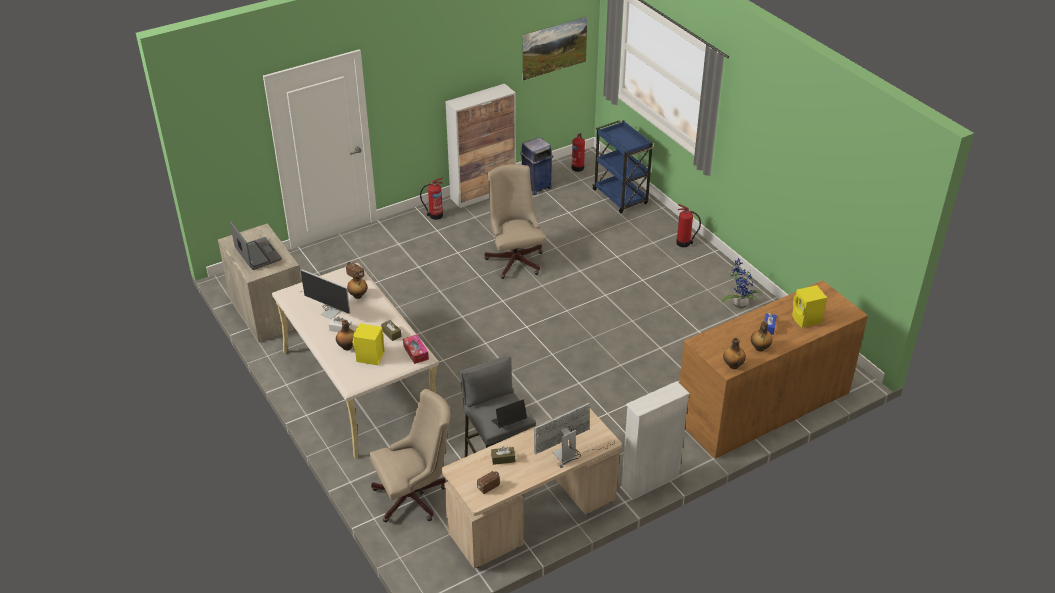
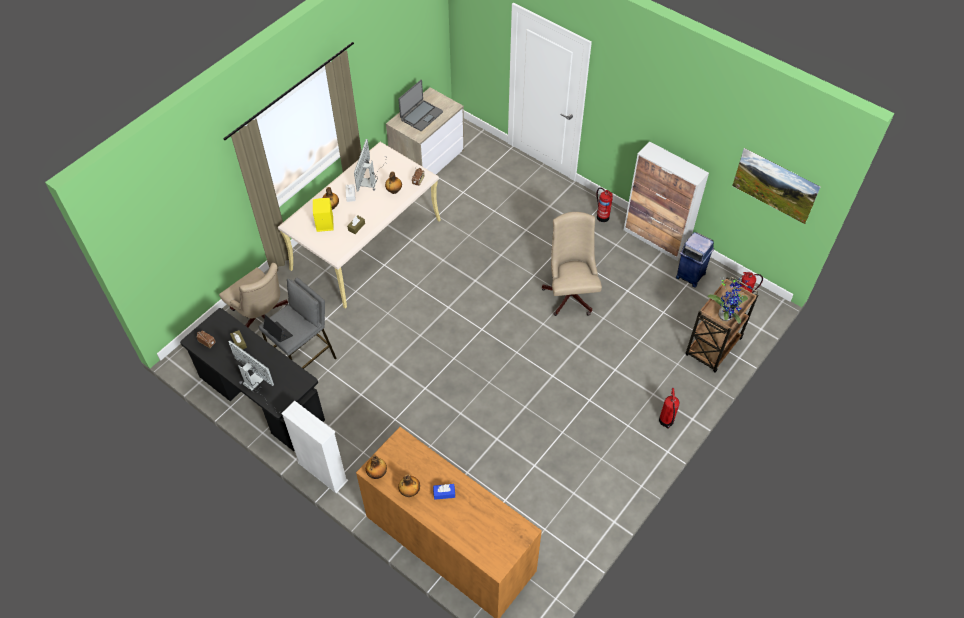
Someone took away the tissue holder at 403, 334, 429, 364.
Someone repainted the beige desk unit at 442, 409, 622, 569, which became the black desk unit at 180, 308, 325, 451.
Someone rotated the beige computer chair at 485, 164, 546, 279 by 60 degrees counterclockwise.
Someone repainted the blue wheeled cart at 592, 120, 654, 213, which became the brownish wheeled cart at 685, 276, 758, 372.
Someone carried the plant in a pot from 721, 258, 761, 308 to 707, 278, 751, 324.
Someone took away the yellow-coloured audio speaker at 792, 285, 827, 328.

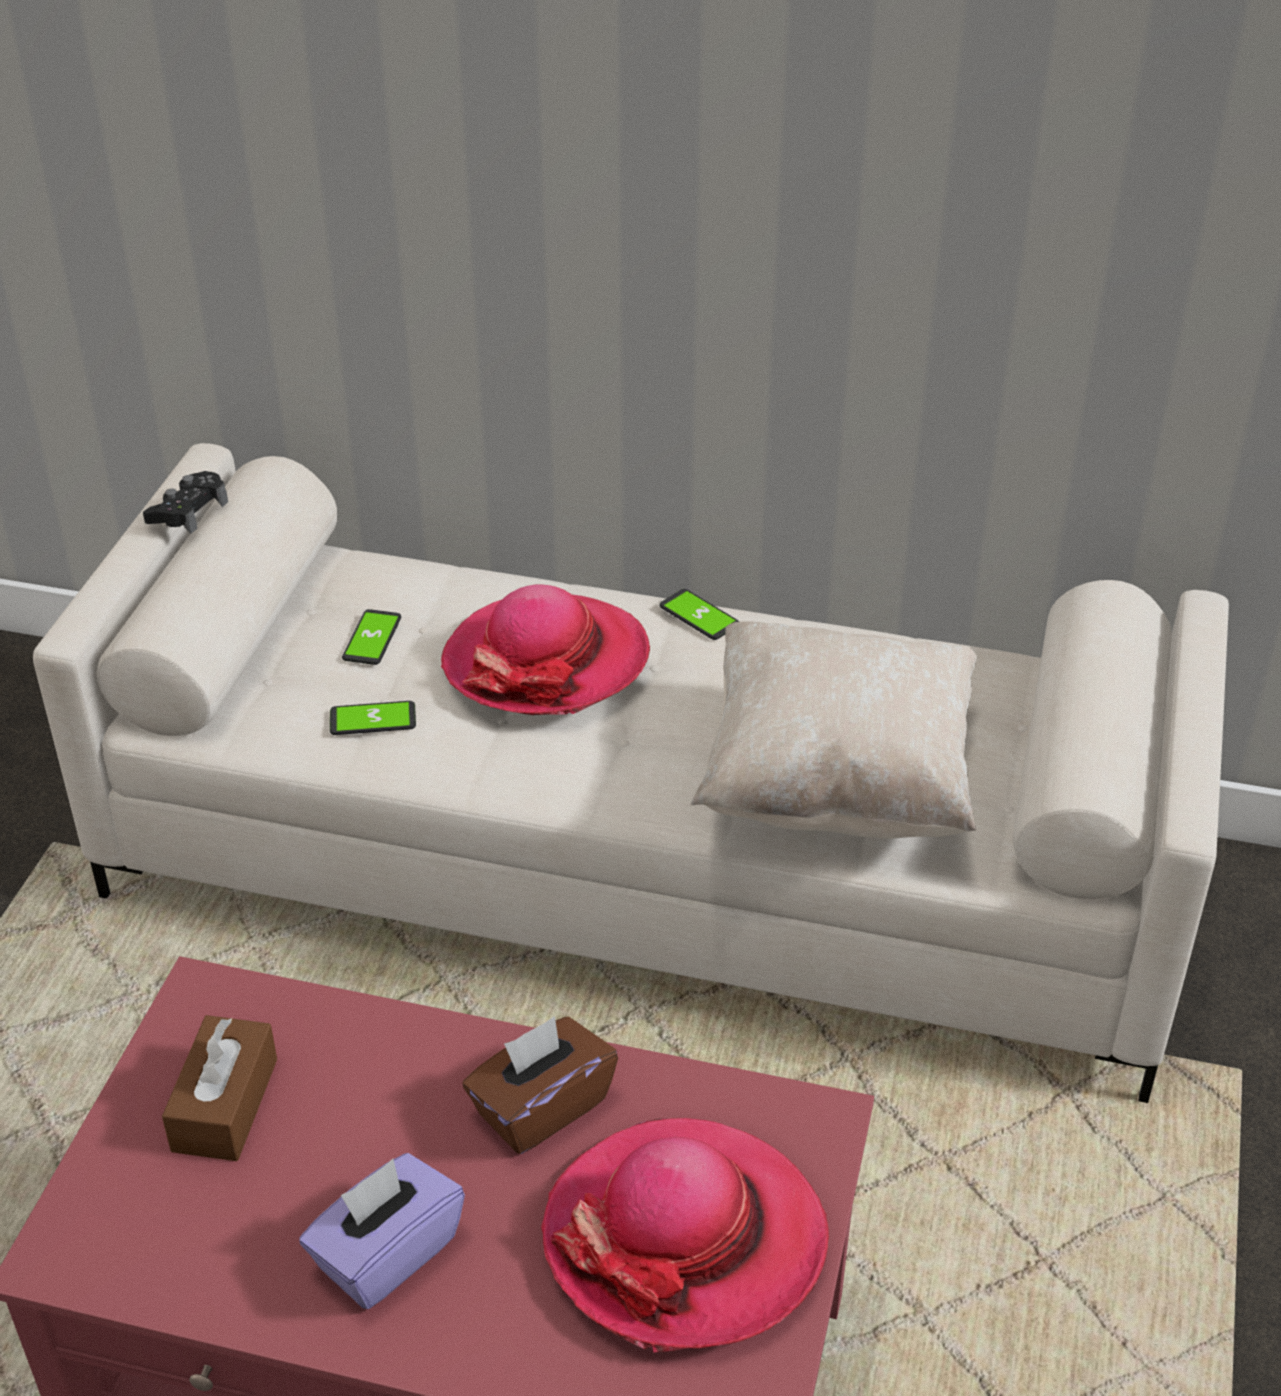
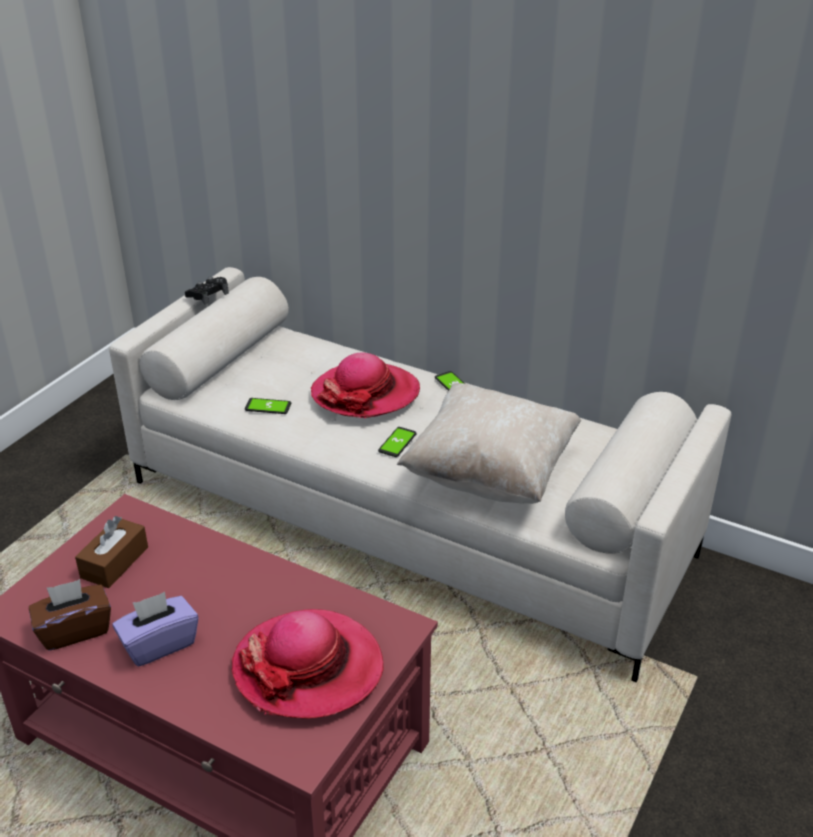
Someone carried the telephone from 342, 609, 401, 665 to 378, 427, 417, 457.
Someone carried the brownish tissue holder from 462, 1016, 618, 1154 to 29, 579, 111, 651.

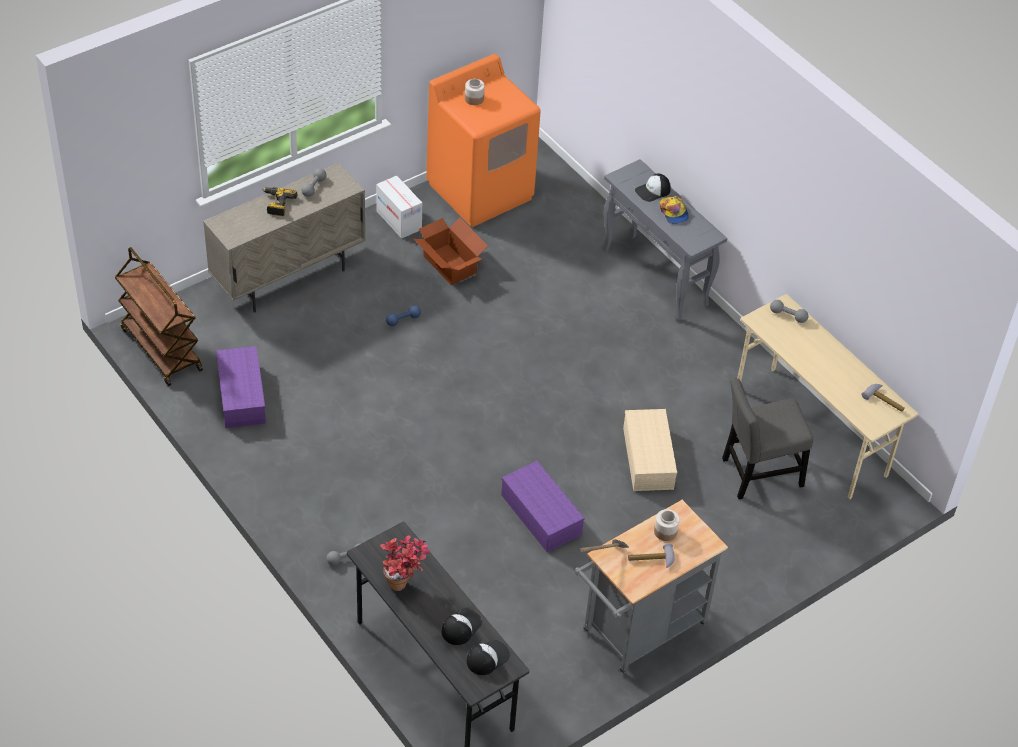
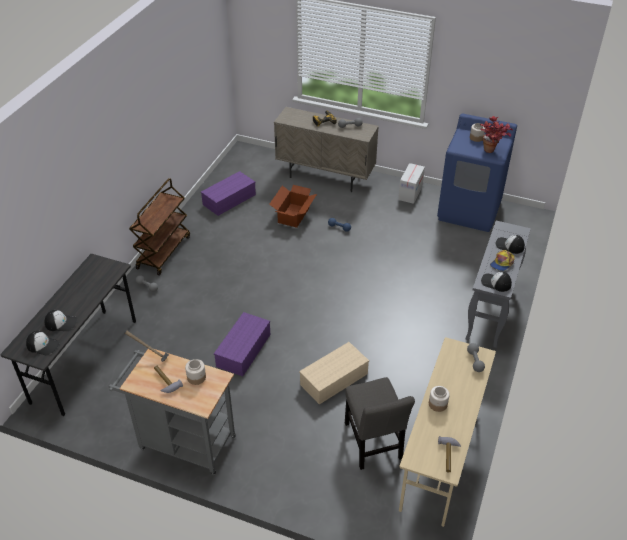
Someone carried the brownish wheeled cart from 115, 247, 203, 386 to 129, 178, 190, 275.
Someone carried the plant in a pot from 380, 536, 429, 591 to 480, 116, 513, 153.
Someone carried the cardboard box from 413, 218, 488, 285 to 269, 185, 317, 228.
Someone repainted the orange-coloured washing machine at 426, 54, 541, 227, which became the blue washing machine at 437, 114, 517, 232.
Someone rotated the grey plain chair at 722, 378, 813, 499 by 150 degrees counterclockwise.
Someone put down the jar at 429, 386, 450, 412.
Someone put down the baseball cap at 481, 272, 512, 292.

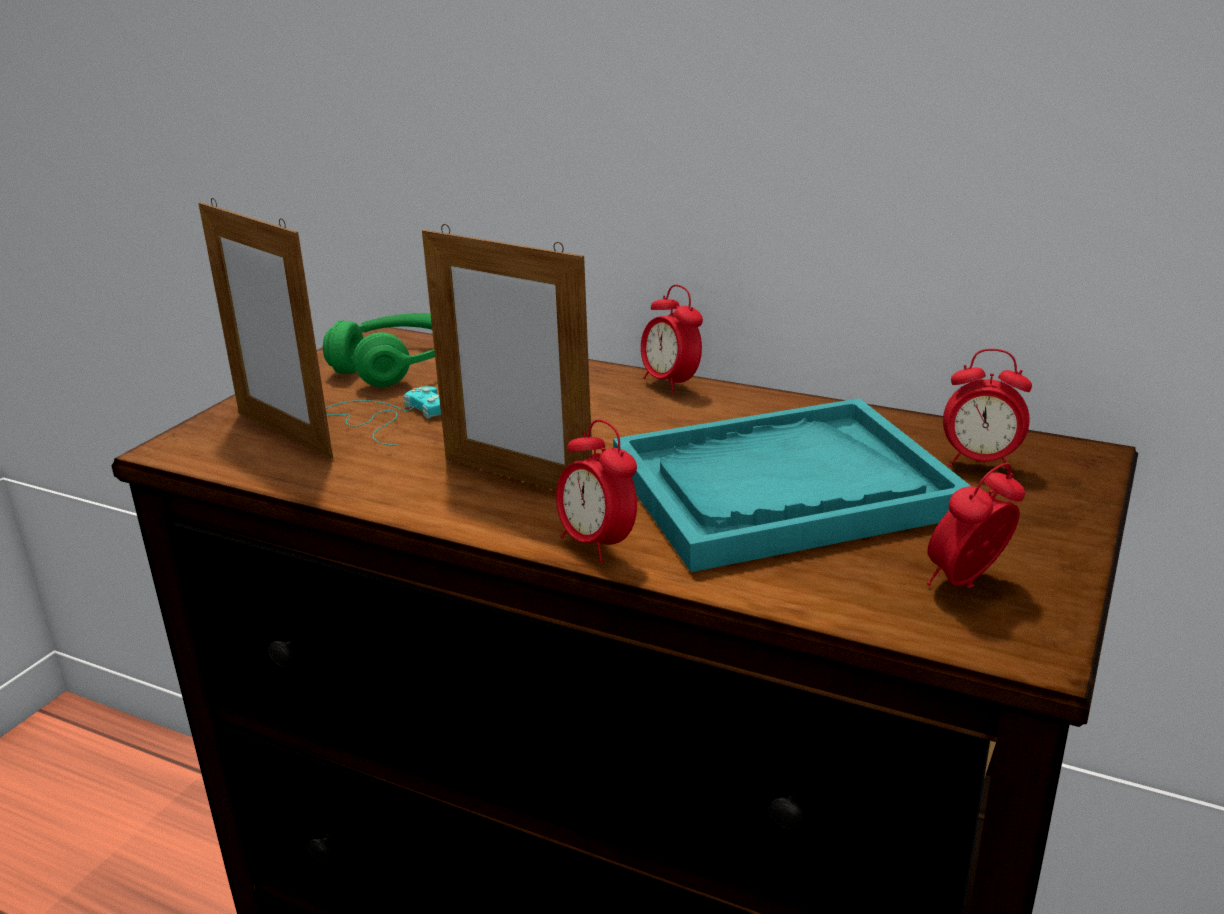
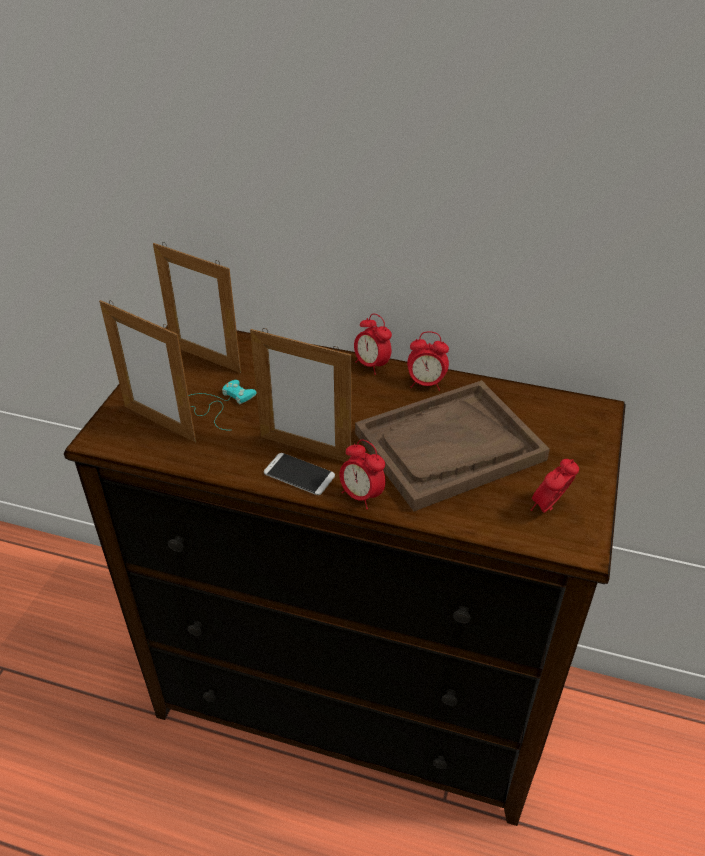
Someone swapped the greenish pair of headphones at 323, 313, 435, 387 for the photo frame at 153, 242, 241, 373.
Someone repainted the blue-green tray at 613, 398, 972, 572, which became the brownish tray at 355, 380, 550, 511.
Someone carried the alarm clock from 943, 349, 1032, 473 to 407, 332, 449, 391.
Someone put down the telephone at 264, 453, 335, 495.

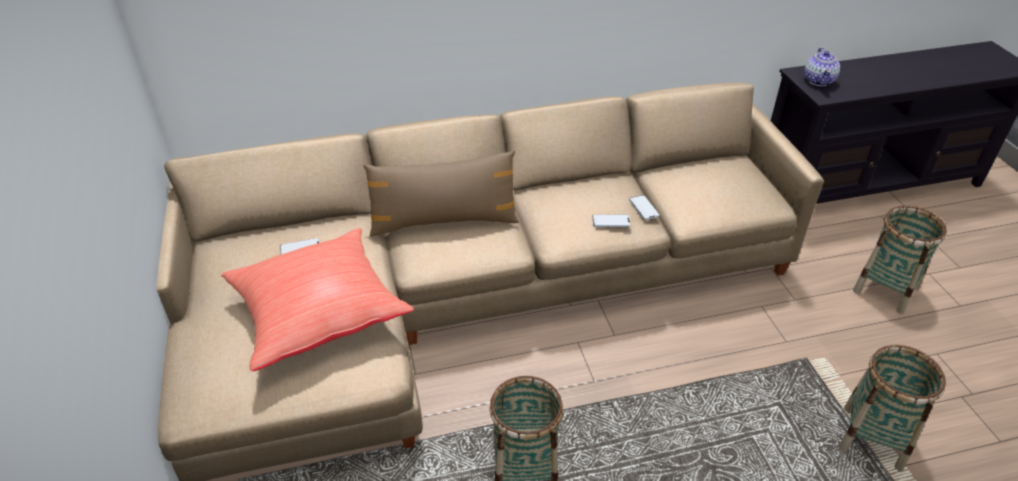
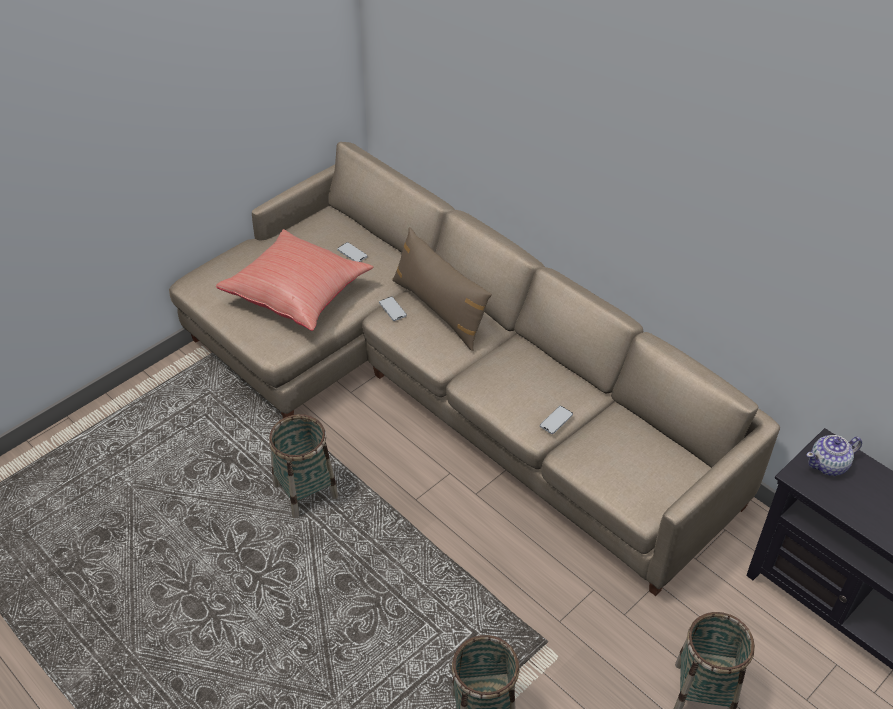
Someone carried the telephone from 592, 214, 630, 227 to 379, 296, 407, 321.

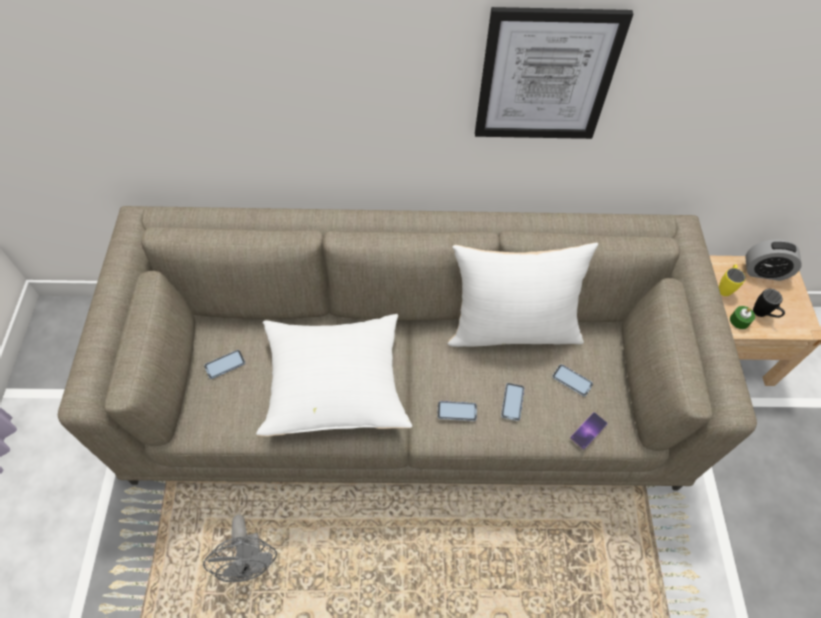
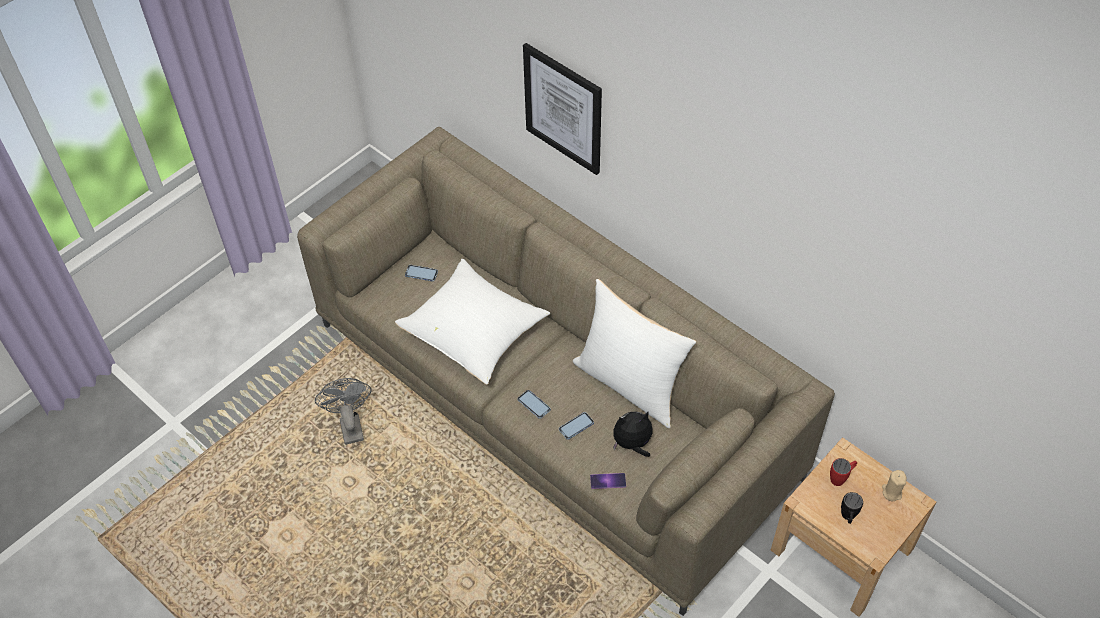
Someone rotated the grey fan at 203, 515, 277, 582 by 135 degrees clockwise.
Someone carried the wall art from 475, 7, 633, 139 to 523, 43, 602, 175.
Someone swapped the telephone at 552, 364, 593, 397 for the plush toy at 613, 411, 653, 457.
Someone repainted the yellow-coloured tea mug at 719, 264, 746, 296, which became the red tea mug at 830, 458, 857, 486.
Someone took away the greenish candle at 730, 306, 755, 329.
Someone swapped the alarm clock at 746, 239, 802, 281 for the beige candle at 882, 470, 907, 501.

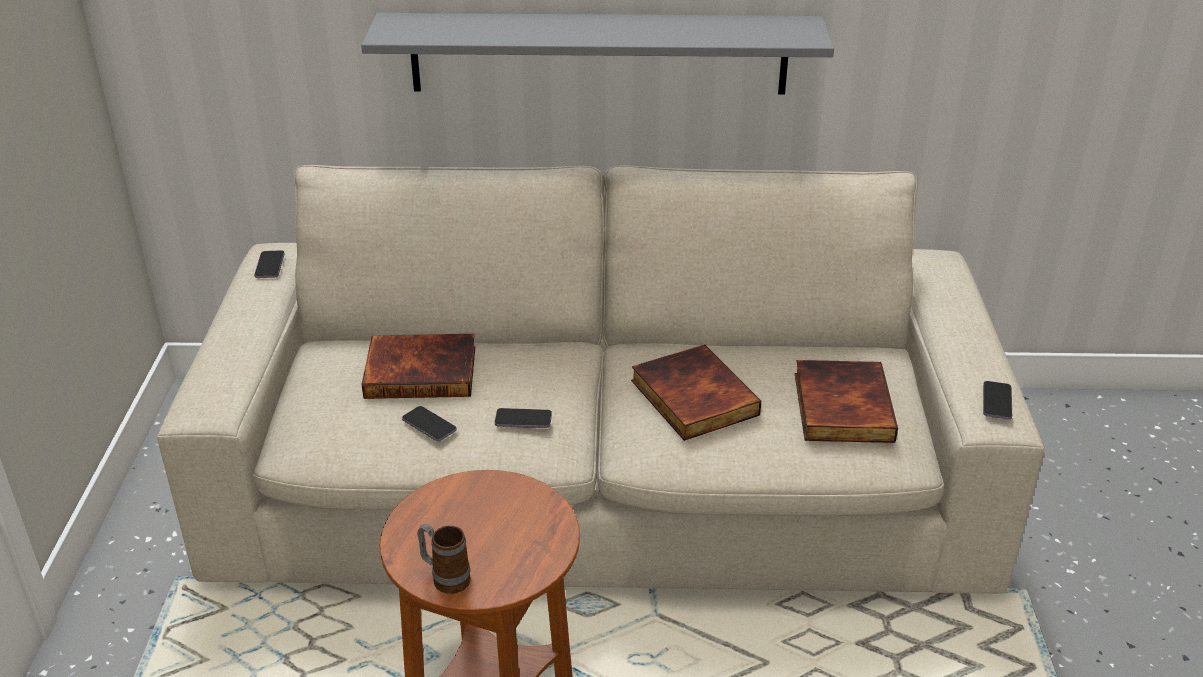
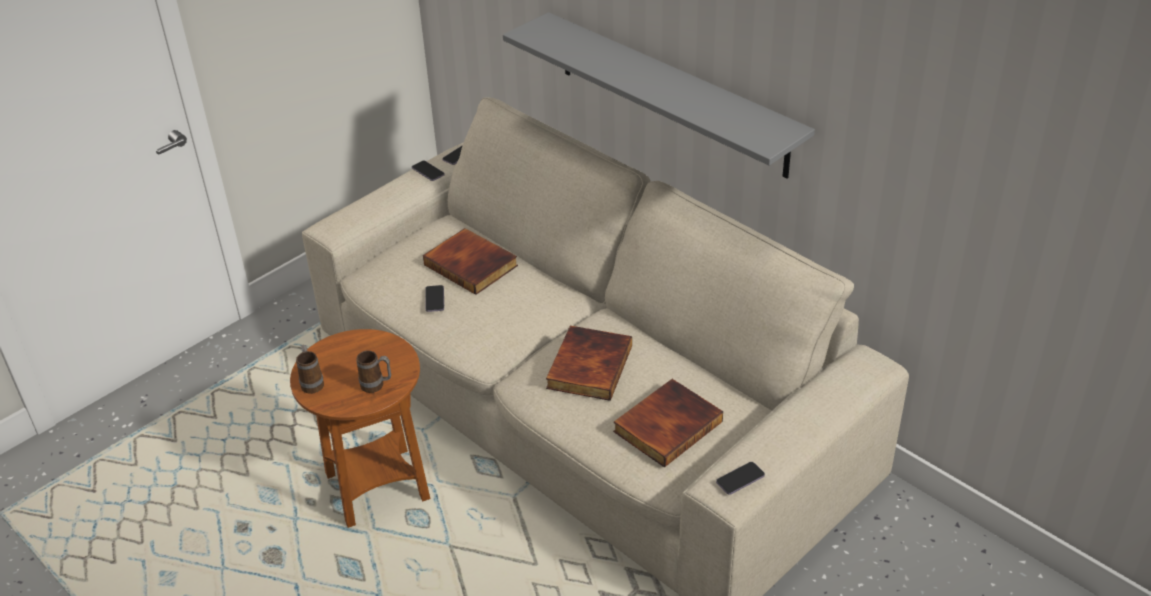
Someone carried the telephone from 495, 408, 552, 428 to 412, 161, 445, 181.
Someone put down the tea mug at 356, 351, 391, 393.

